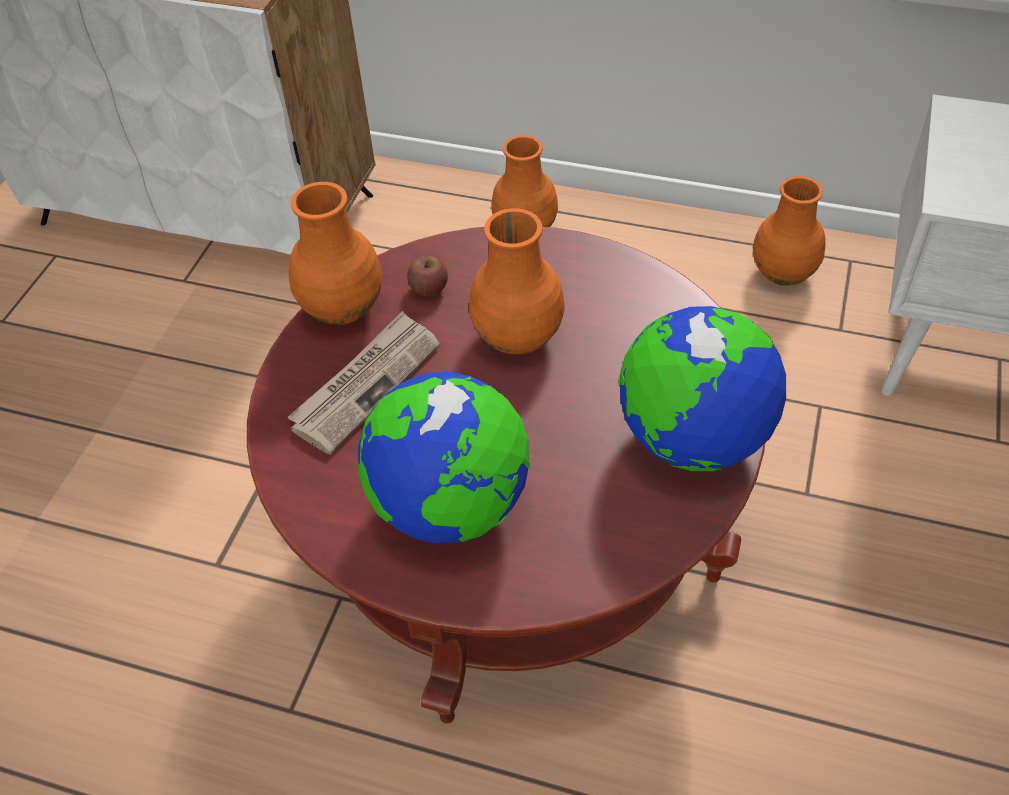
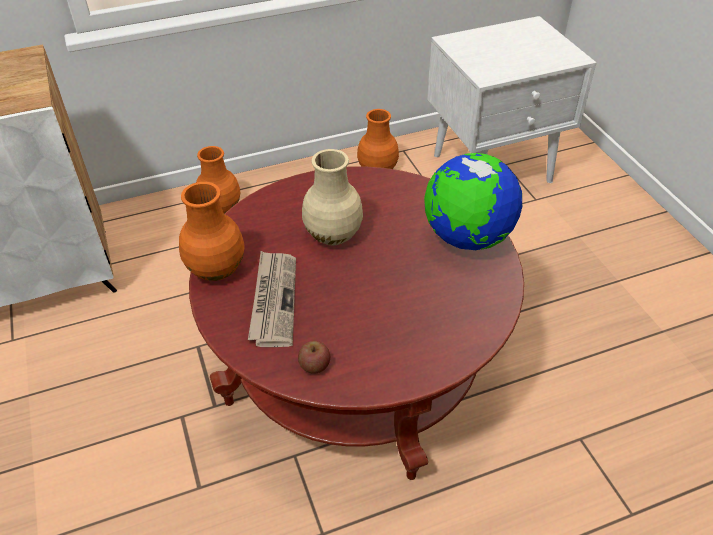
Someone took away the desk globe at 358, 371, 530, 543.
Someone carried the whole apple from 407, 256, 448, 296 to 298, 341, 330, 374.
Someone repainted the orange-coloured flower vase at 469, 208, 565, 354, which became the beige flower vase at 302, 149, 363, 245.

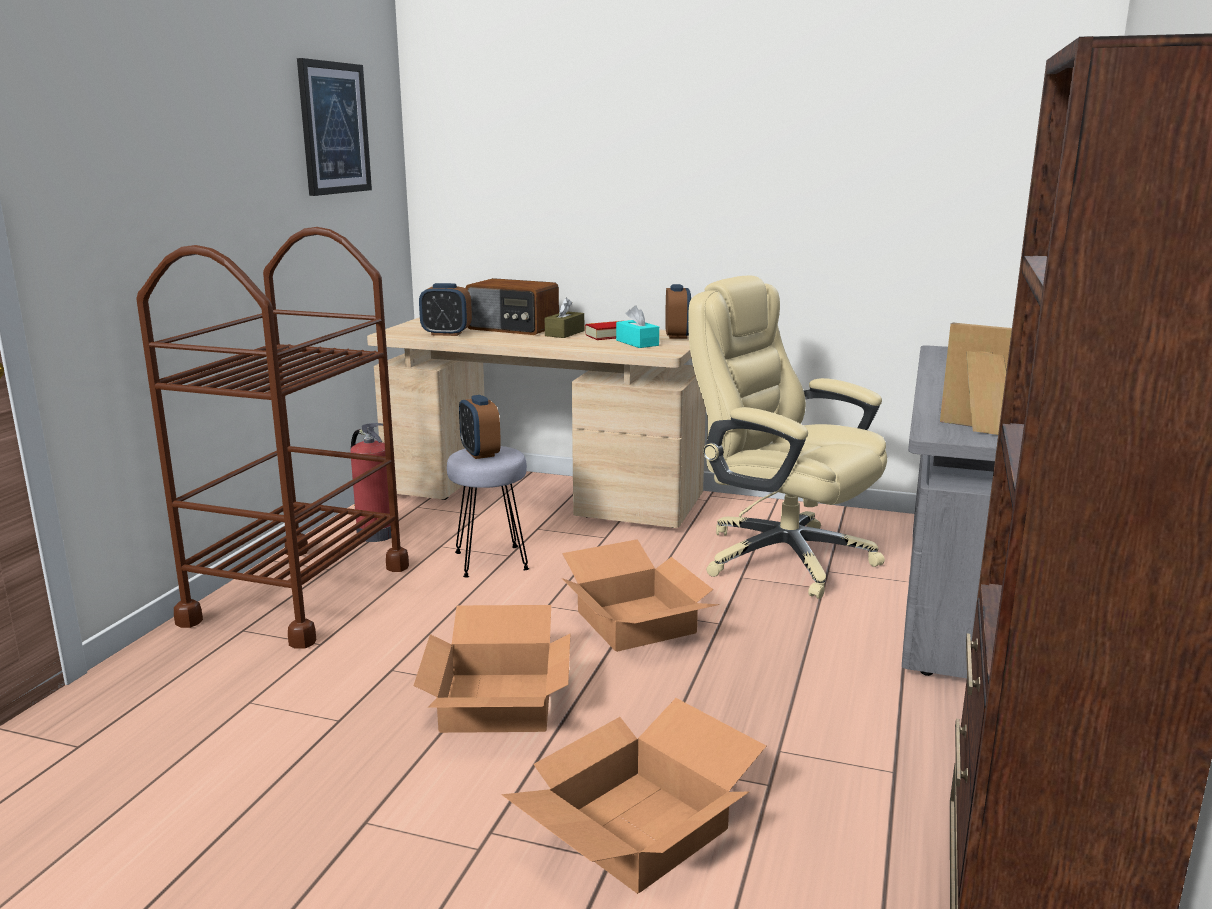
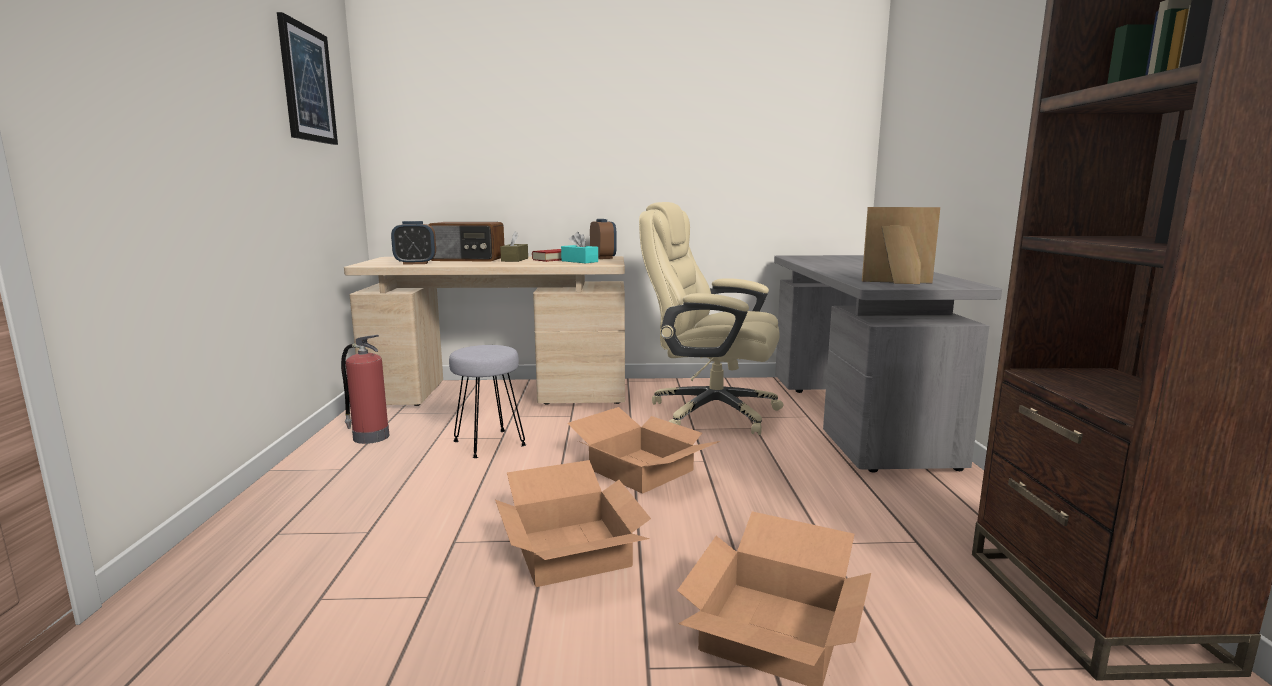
Someone took away the brownish wheeled cart at 136, 227, 409, 649.
Someone took away the alarm clock at 459, 395, 501, 459.

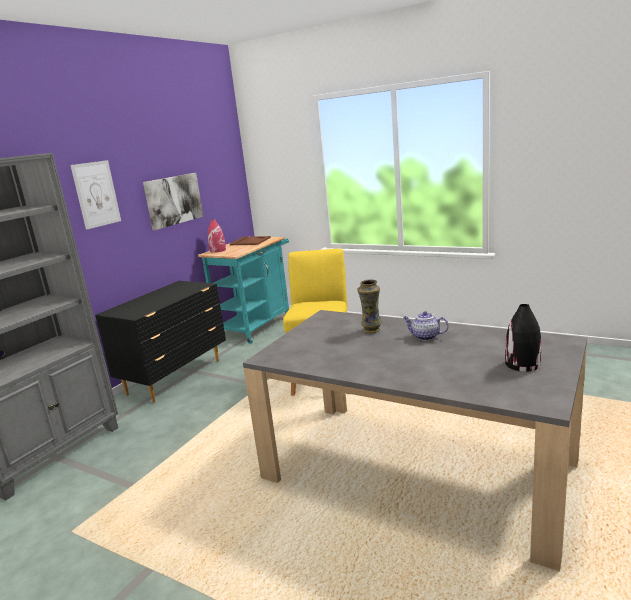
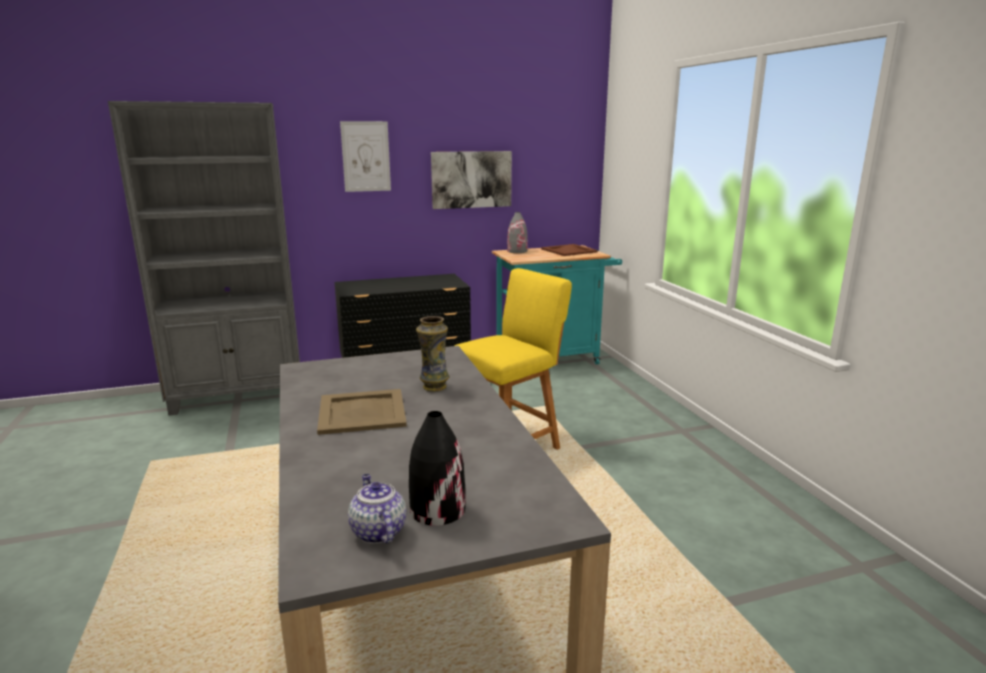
Someone repainted the red flower vase at 208, 219, 226, 253, which became the grey flower vase at 507, 212, 528, 253.
Someone carried the pot for tea from 403, 311, 449, 340 to 348, 474, 406, 544.
Someone put down the beige tray at 317, 389, 407, 435.

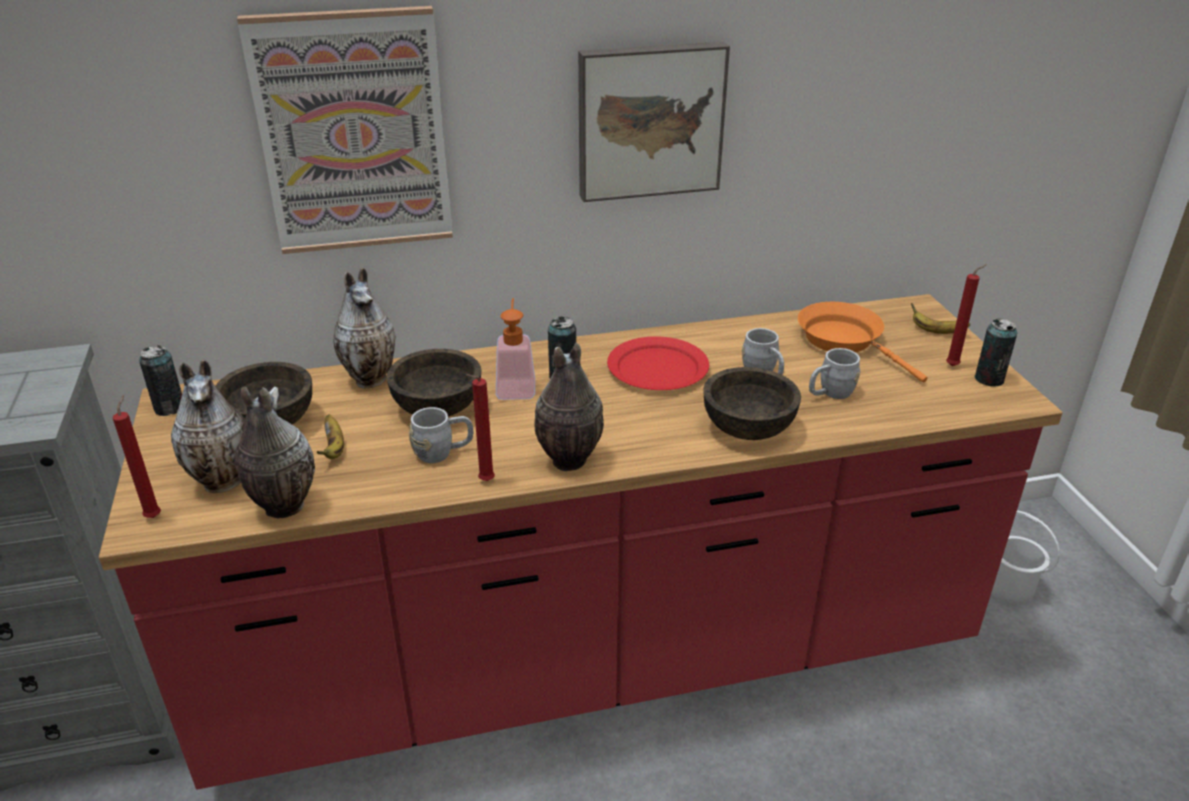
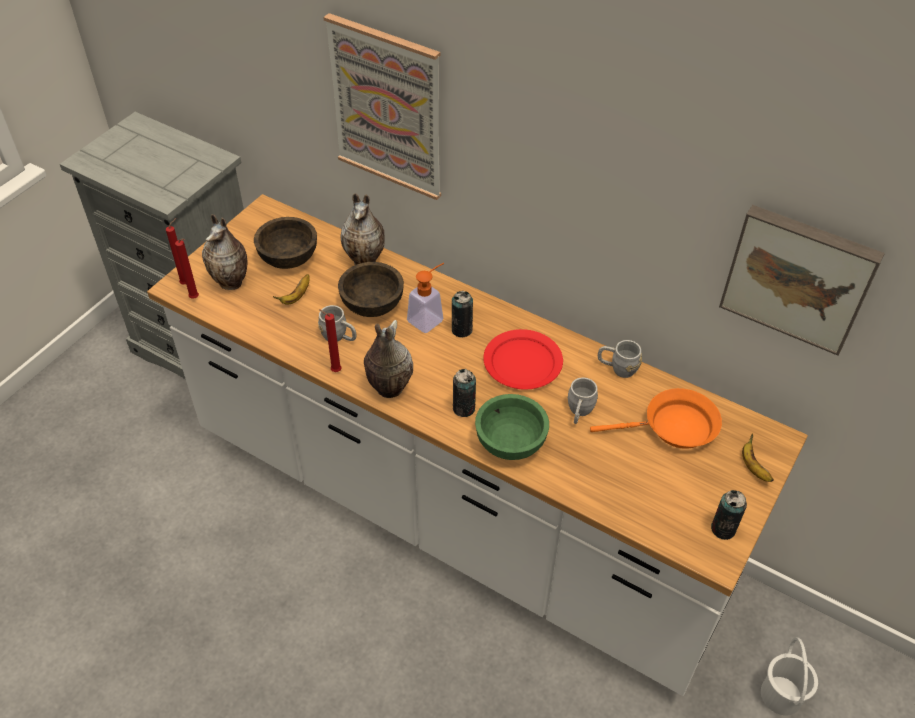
Someone repainted the red kitchen base unit at 99, 294, 1063, 790, which became the whitish kitchen base unit at 147, 194, 808, 696.
Someone carried the can from 139, 345, 182, 416 to 453, 369, 476, 417.
Someone took away the flower vase at 234, 387, 315, 518.
Someone carried the wall art from 578, 42, 730, 202 to 719, 205, 885, 355.
Someone repainted the brownish bowl at 703, 367, 801, 440, which became the greenish bowl at 475, 394, 549, 460.
Someone rotated the orange-coloured skillet at 798, 302, 928, 383 by 75 degrees clockwise.
Someone carried the grey tea mug from 809, 348, 860, 399 to 598, 340, 642, 378.
Someone carried the red candle from 946, 264, 987, 366 to 175, 239, 199, 299.

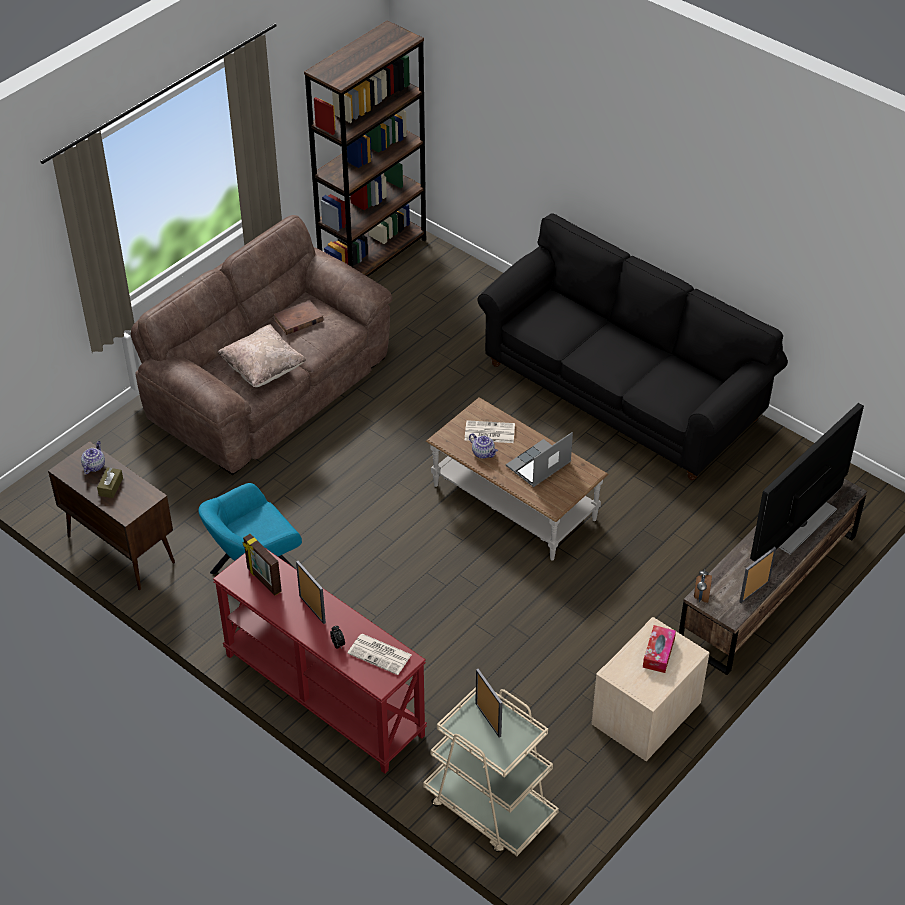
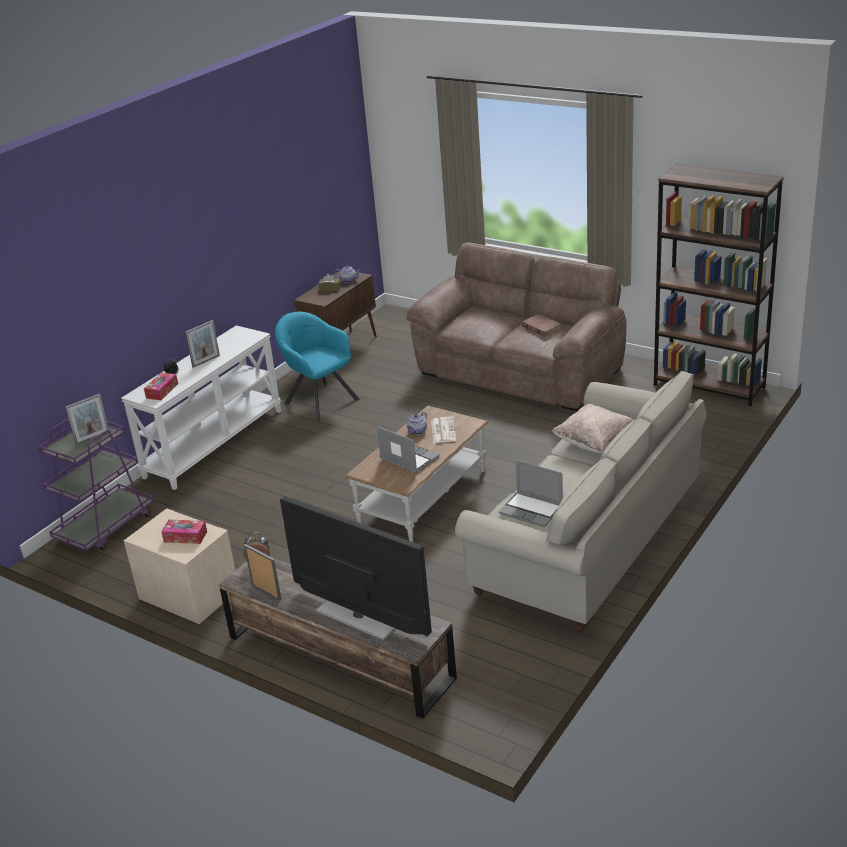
Someone repainted the red console table at 213, 547, 427, 774, which became the whitish console table at 121, 325, 281, 490.
Someone carried the beige throw pillow from 217, 324, 307, 387 to 552, 404, 634, 453.
Someone took away the photo frame at 242, 534, 282, 596.
Someone swapped the daily paper at 348, 634, 412, 675 for the tissue holder at 144, 373, 178, 400.
Someone repainted the beige wheeled cart at 423, 687, 559, 856, which became the purple-coloured wheeled cart at 38, 419, 154, 551.
Someone repainted the black settee at 478, 213, 788, 480, which became the beige settee at 455, 371, 707, 631.
Someone put down the notebook computer at 498, 460, 563, 527.

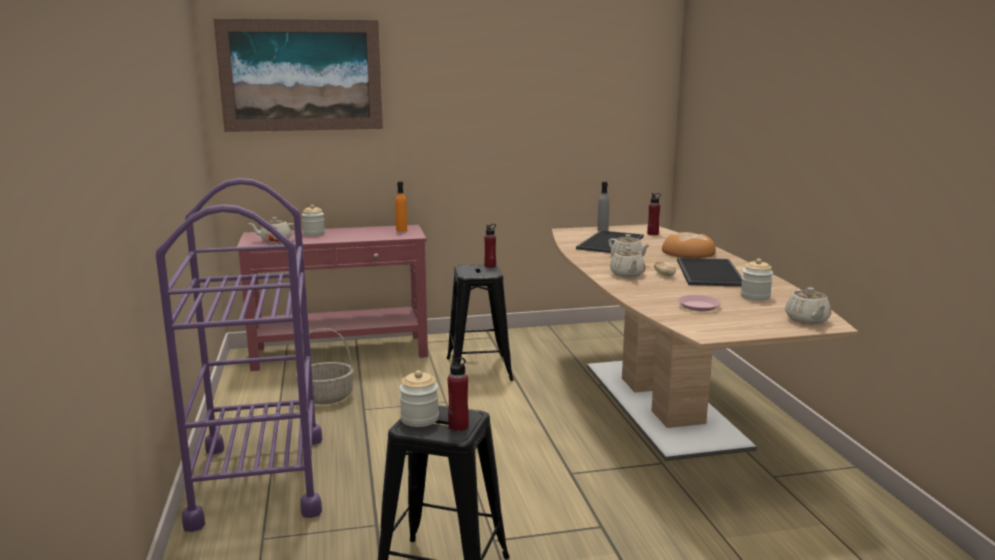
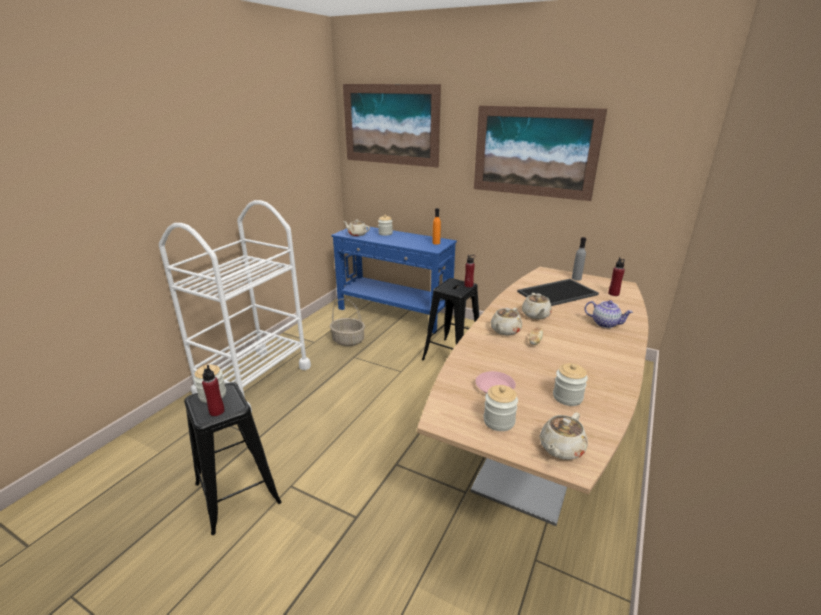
Someone repainted the purple-coloured wheeled cart at 156, 178, 322, 532, which became the whitish wheeled cart at 159, 200, 311, 412.
Someone repainted the red console table at 237, 225, 428, 371, which became the blue console table at 331, 227, 457, 334.
Someone swapped the bakery bread at 662, 232, 716, 258 for the pot for tea at 585, 300, 633, 328.
Someone took away the tray at 677, 258, 742, 287.
Someone put up the wall art at 474, 106, 607, 201.
Someone put down the jar at 483, 385, 518, 431.

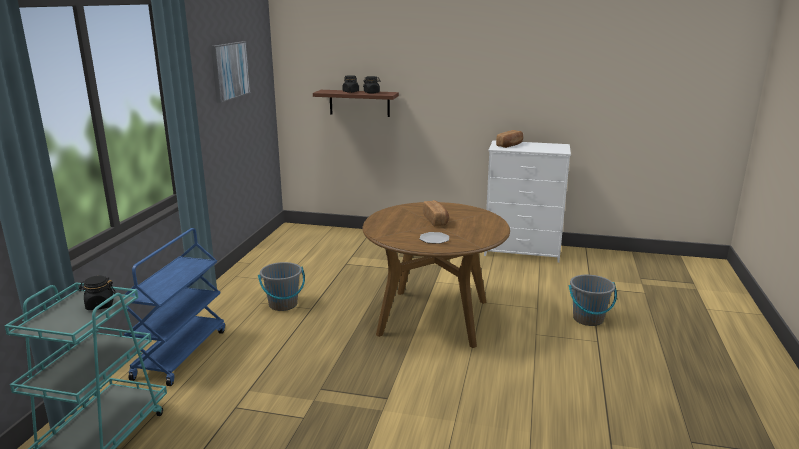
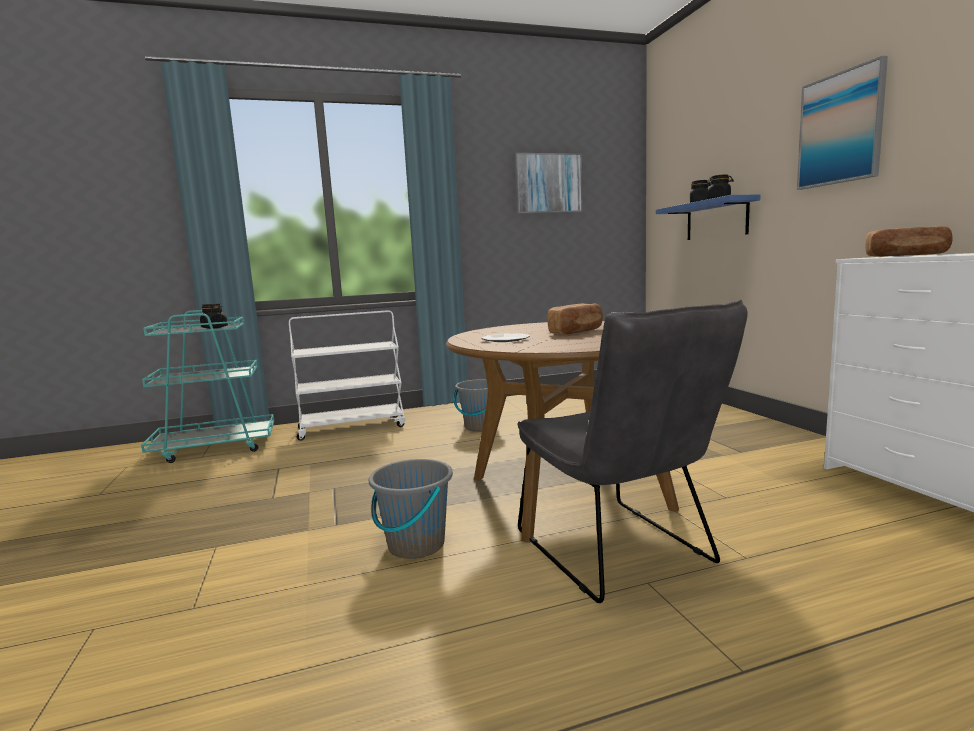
Someone repainted the blue wheeled cart at 124, 228, 225, 386, which became the whitish wheeled cart at 289, 310, 405, 441.
Someone repainted the brownish wall shelf at 313, 90, 399, 117, which became the blue wall shelf at 656, 194, 760, 240.
Someone carried the grey water bucket from 569, 275, 617, 326 to 369, 459, 453, 559.
Someone put down the grey plain chair at 517, 299, 748, 603.
Someone put up the wall art at 797, 56, 888, 190.

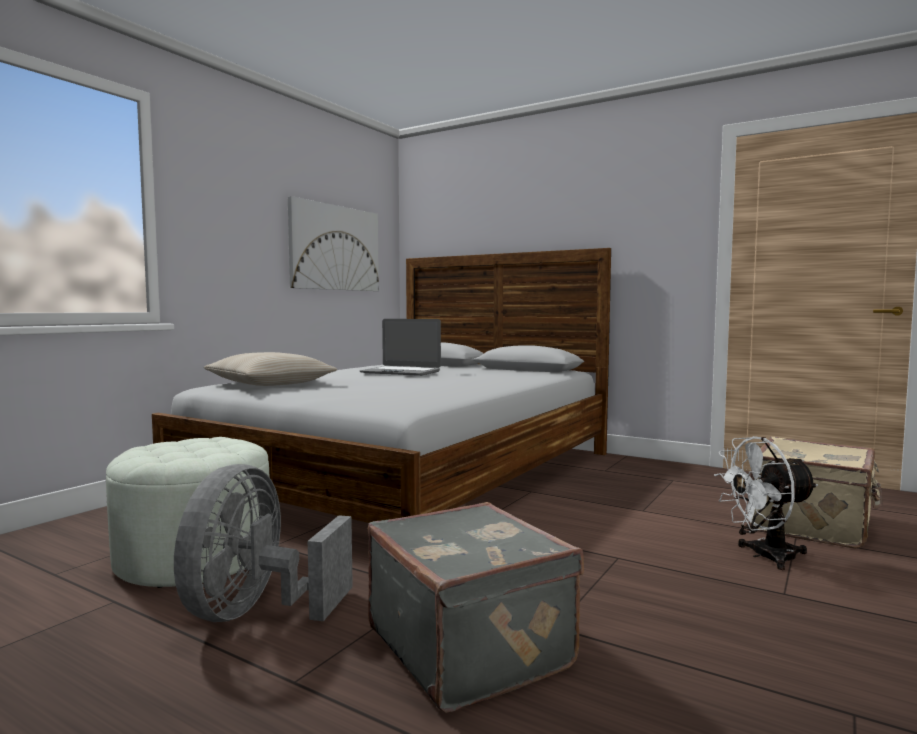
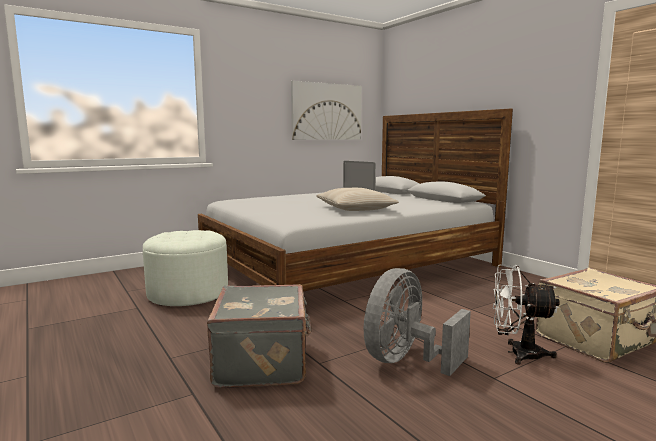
Someone carried the grey fan from 174, 464, 353, 622 to 364, 268, 471, 376.
Someone carried the beige throw pillow from 204, 352, 337, 386 to 316, 188, 399, 211.

